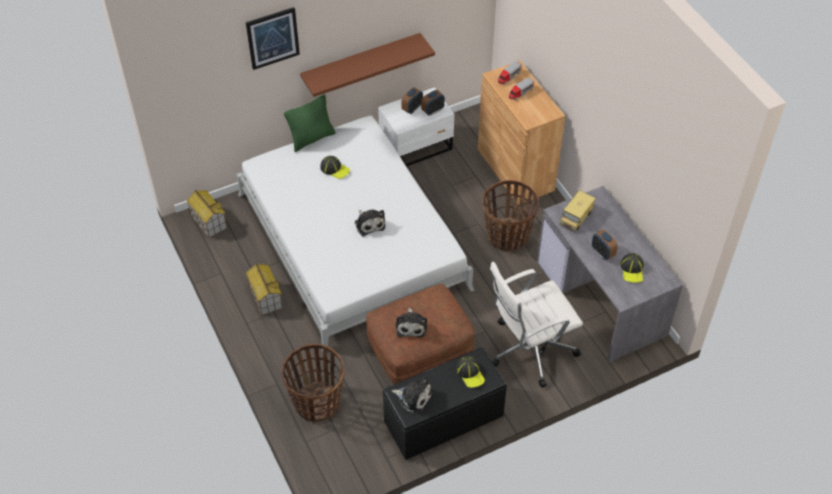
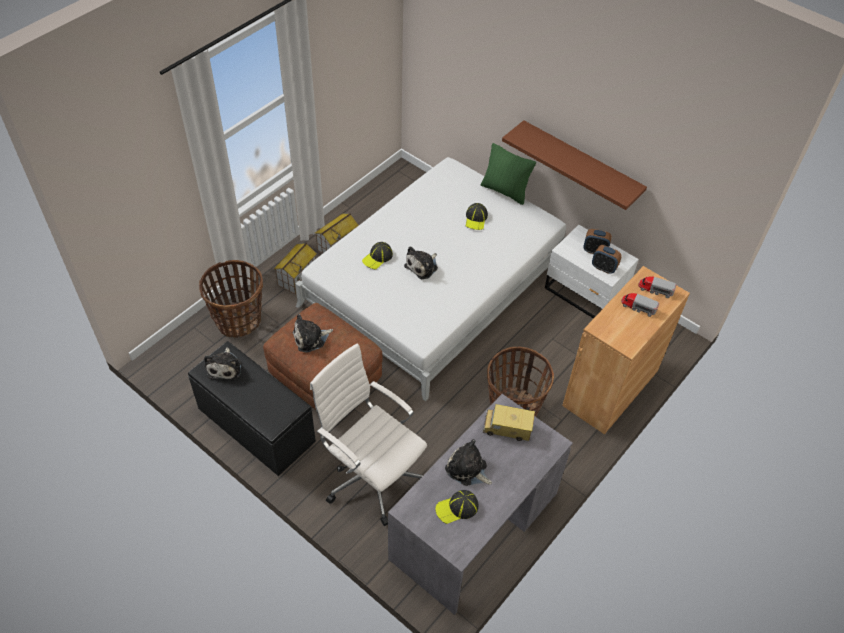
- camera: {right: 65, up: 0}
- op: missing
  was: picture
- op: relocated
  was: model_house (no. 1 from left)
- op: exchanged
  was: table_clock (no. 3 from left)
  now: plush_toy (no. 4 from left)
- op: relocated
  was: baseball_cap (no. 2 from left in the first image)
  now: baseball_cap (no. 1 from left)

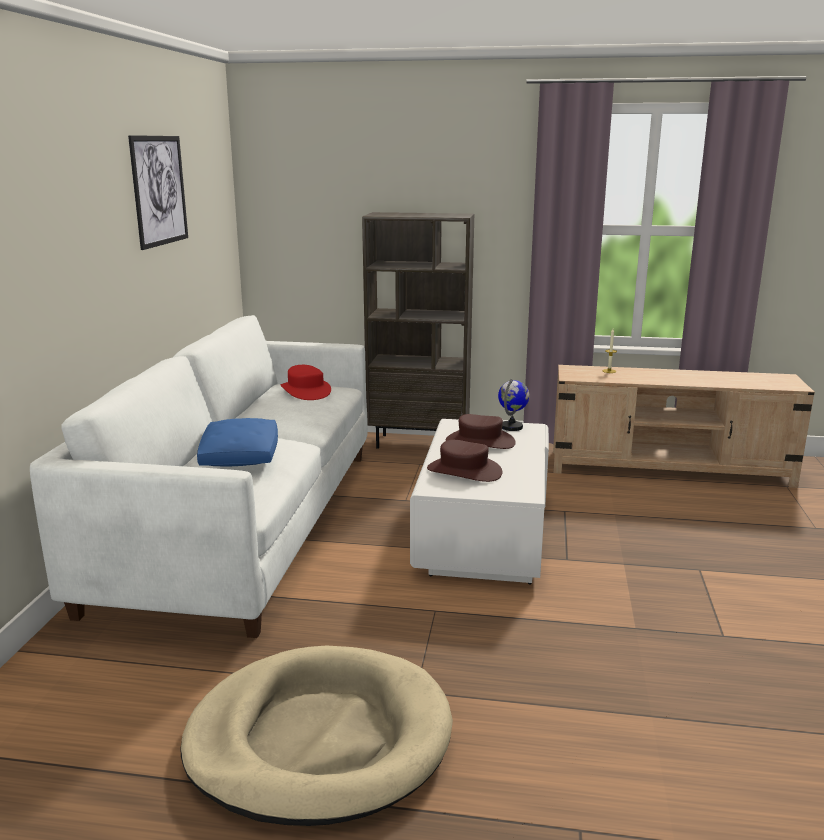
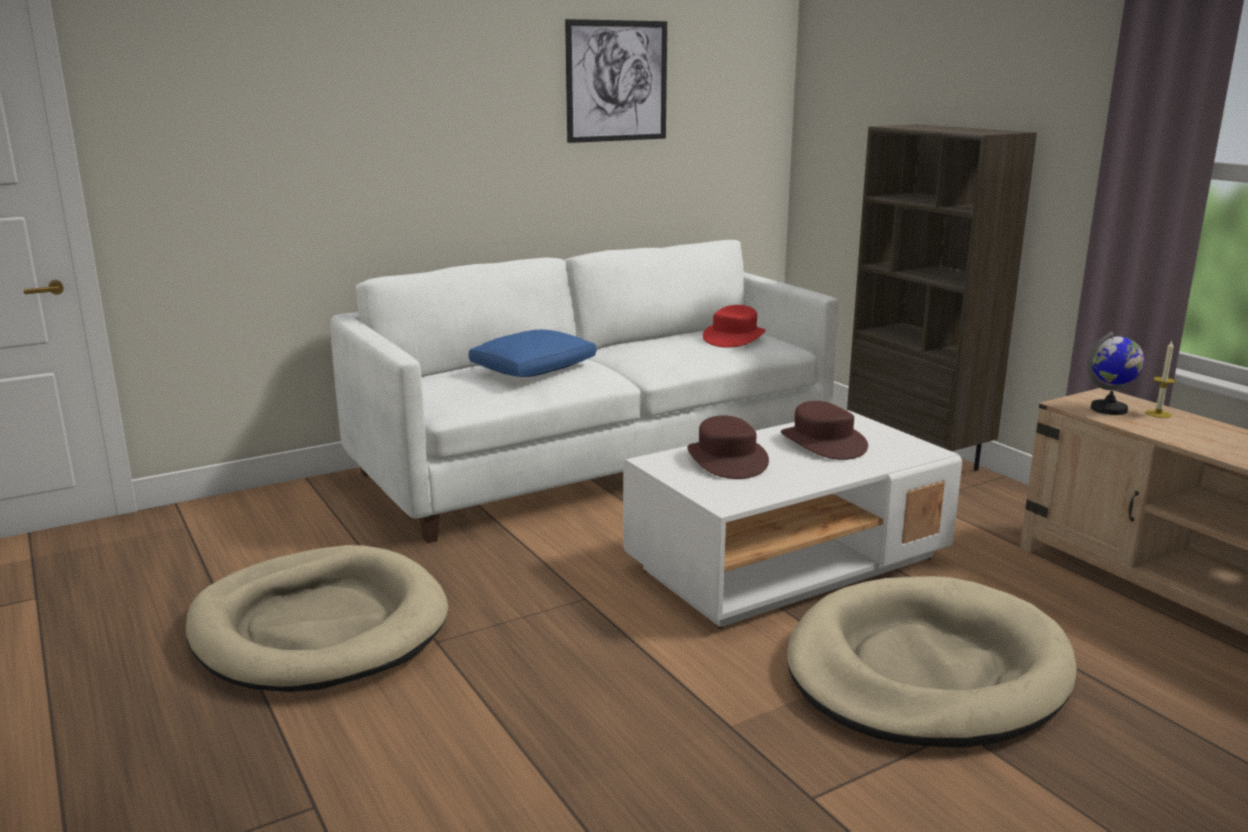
- camera: {right: 50, up: 0}
- op: relocated
  was: desk_globe
- op: appeared
  now: beige_pet_bed (no. 2 from left)

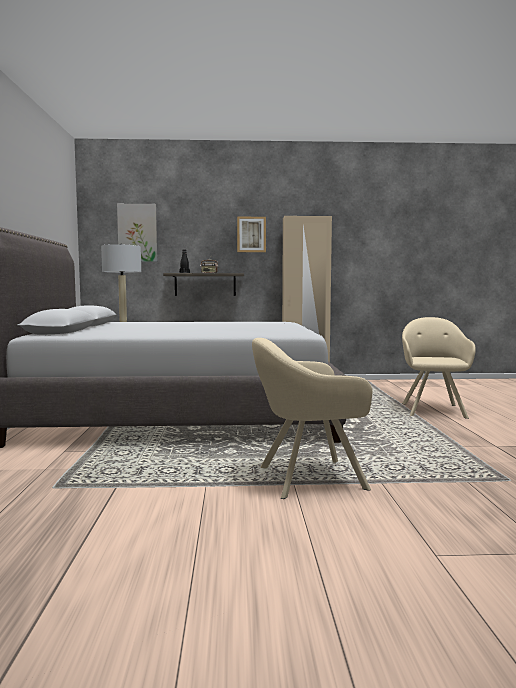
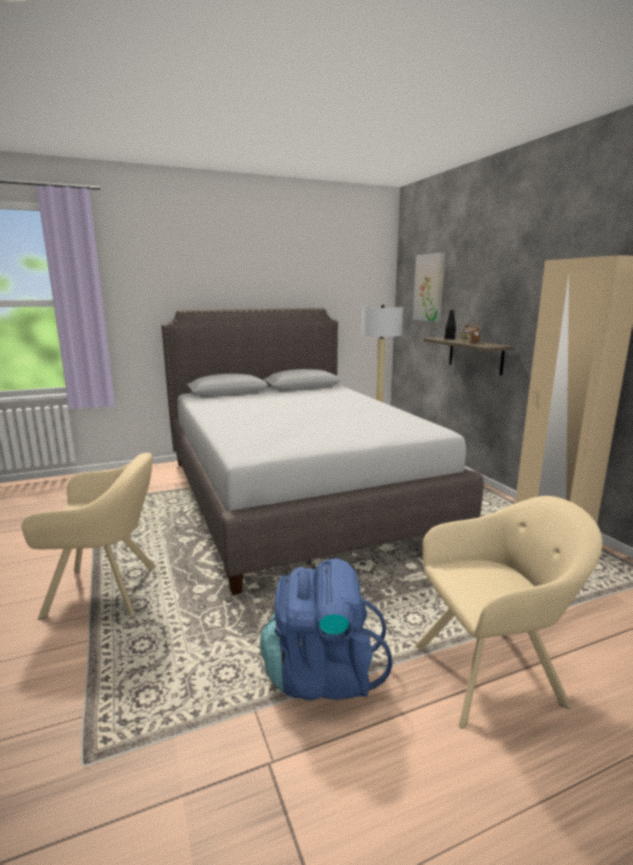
- camera: {right: 70, up: 10}
- op: missing
  was: picture (no. 2 from left)
- op: spun
  was: beige_easy_chair (no. 1 from left)
  clockwise: 120
- op: appeared
  now: blue_knapsack

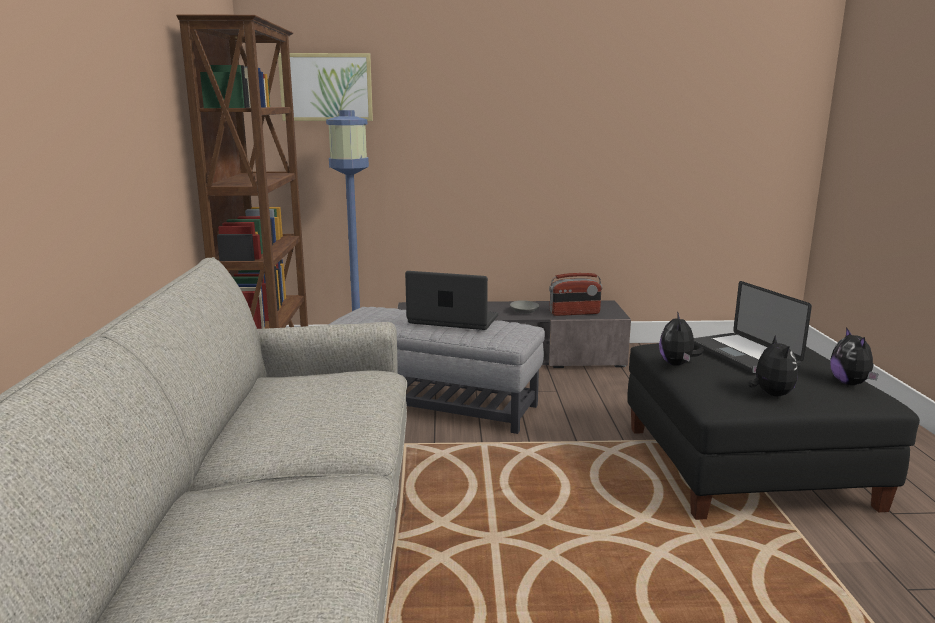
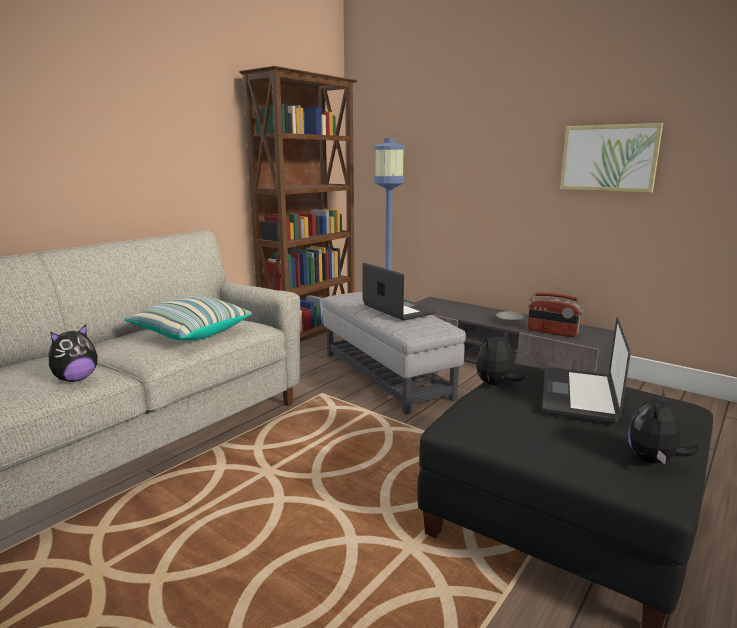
- camera: {right: 40, up: 0}
- op: relocated
  was: picture
- op: relocated
  was: plush_toy (no. 2 from left in the first image)
  now: plush_toy (no. 1 from left)
- op: appeared
  now: cushion

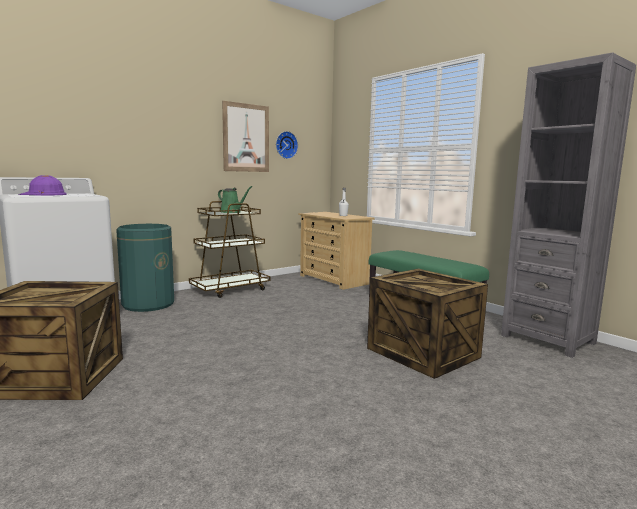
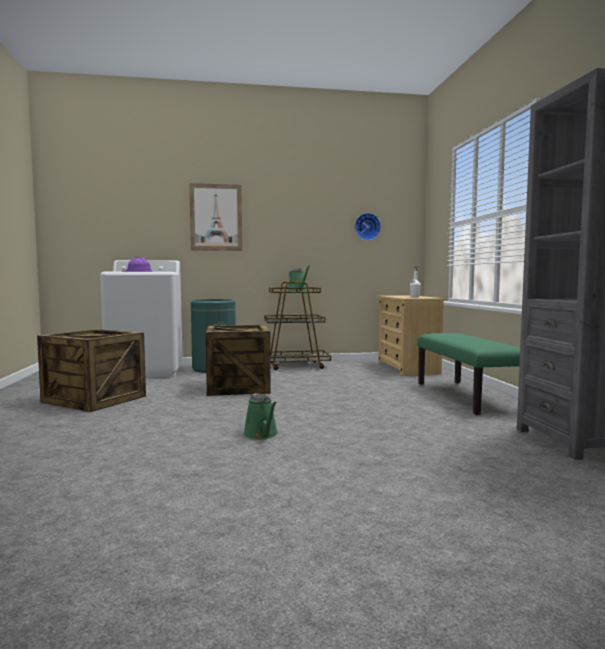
- camera: {right: 30, up: -5}
- op: relocated
  was: picture
- op: relocated
  was: crate (no. 2 from left)
- op: appeared
  now: green_watering_can (no. 1 from left)

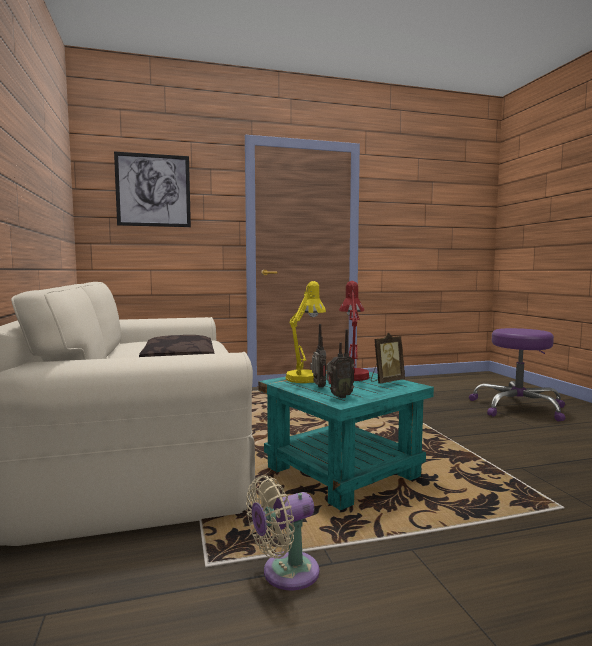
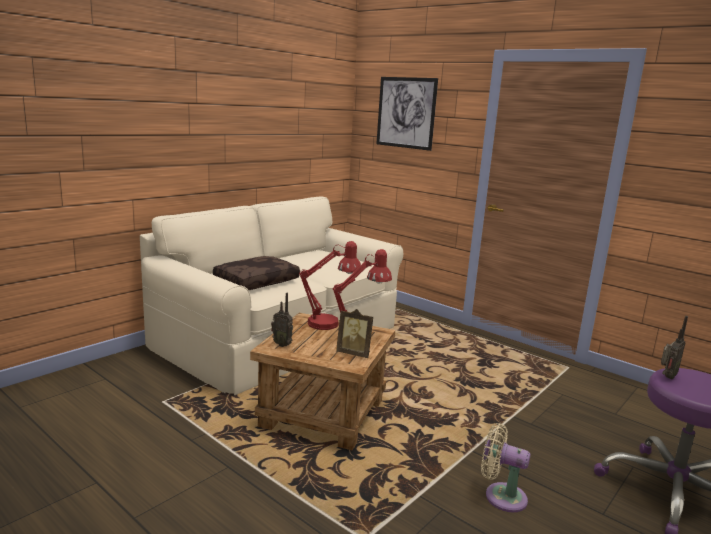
- camera: {right: 55, up: 10}
- op: colour
  was: yellowish_table_lamp
  now: red-coloured_table_lamp (no. 1 from left)
- op: relocated
  was: radio (no. 1 from left in the first image)
  now: radio (no. 2 from left)
- op: colour
  was: turquoise_side_table
  now: brown-coloured_side_table
- op: relocated
  was: beige_fan

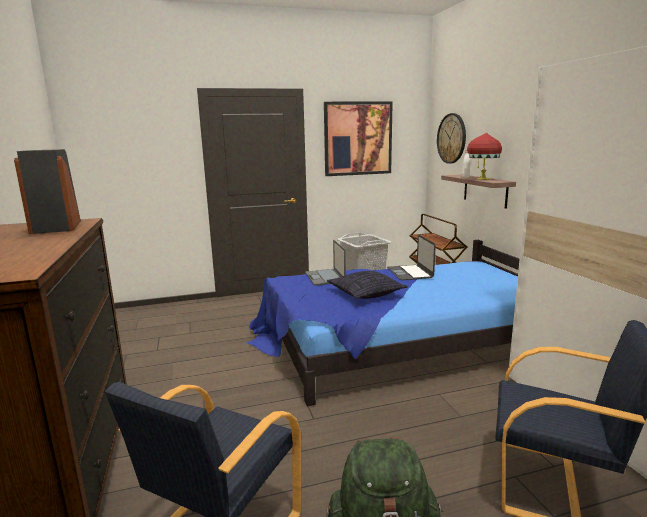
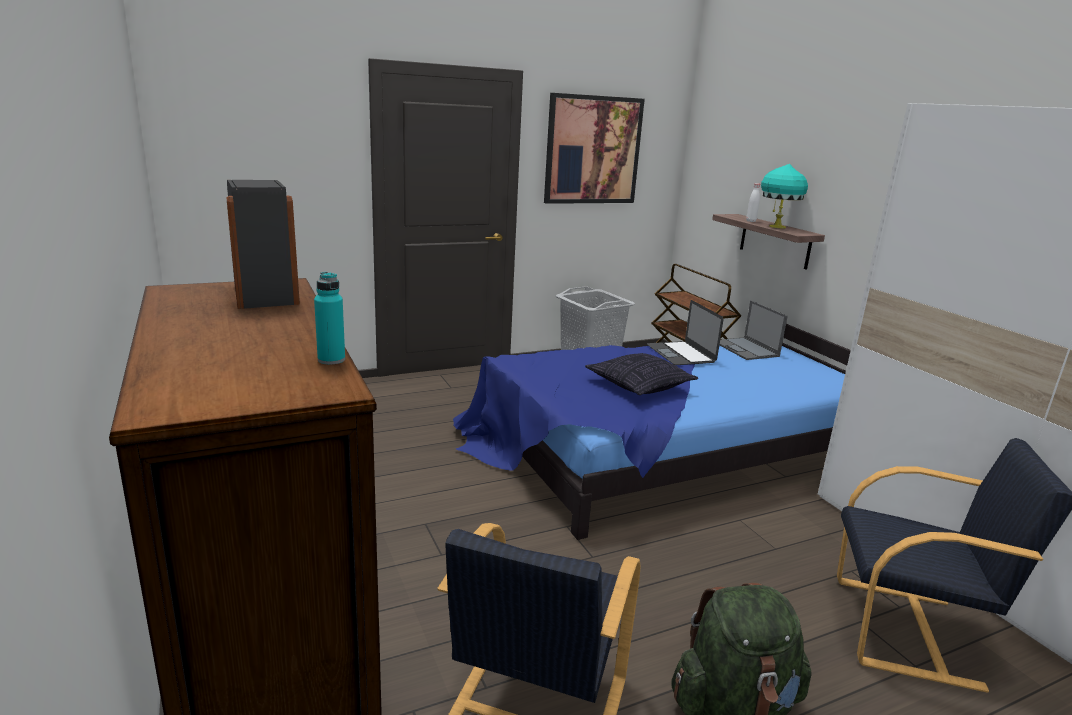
- camera: {right: -10, up: 5}
- op: missing
  was: clock_on_the_wall
- op: colour
  was: red-coloured_table_lamp
  now: turquoise_table_lamp
- op: relocated
  was: laptop (no. 1 from left in the first image)
  now: laptop (no. 2 from left)
- op: appeared
  now: turquoise_bottle

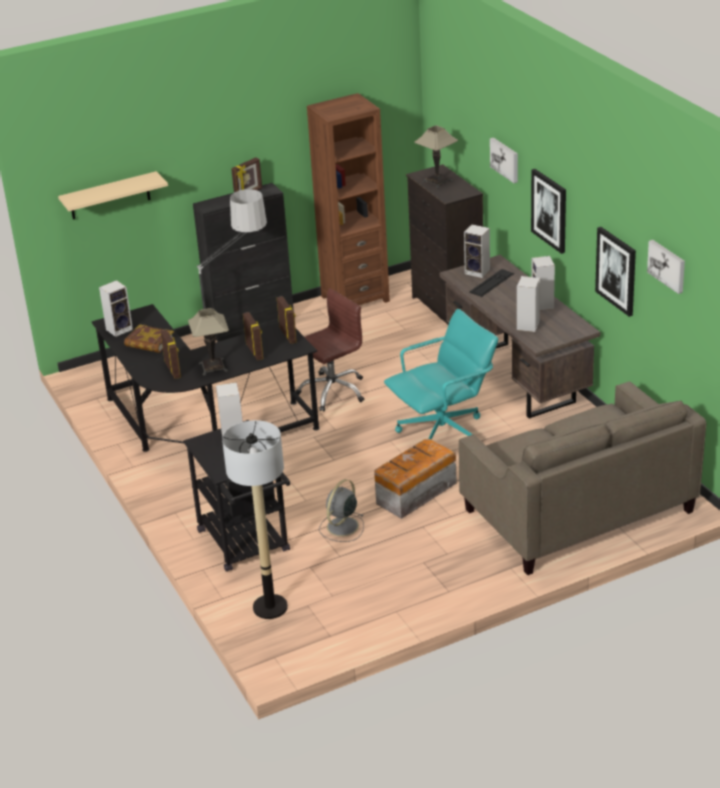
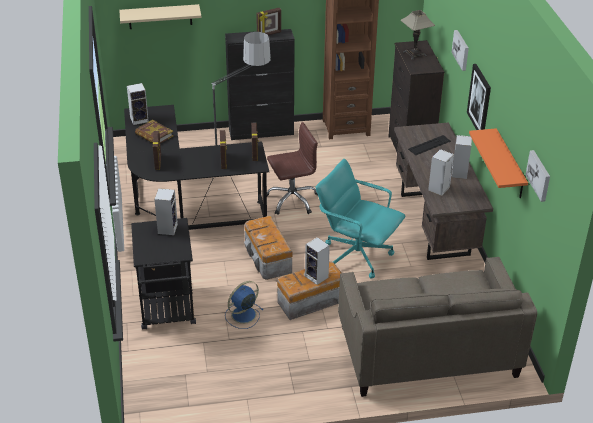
- camera: {right: 15, up: 5}
- op: relocated
  was: loudspeaker (no. 3 from left)
- op: exchanged
  was: picture (no. 3 from left)
  now: orangey_shelf
- op: missing
  was: table_lamp (no. 1 from left)
- op: spun
  was: turquoise_desk_chair
  clockwise: -135
- op: missing
  was: floor_lamp (no. 2 from left)
- op: colour
  was: greyish_fan
  now: blue_fan
- op: appeared
  now: storage_container (no. 1 from left)

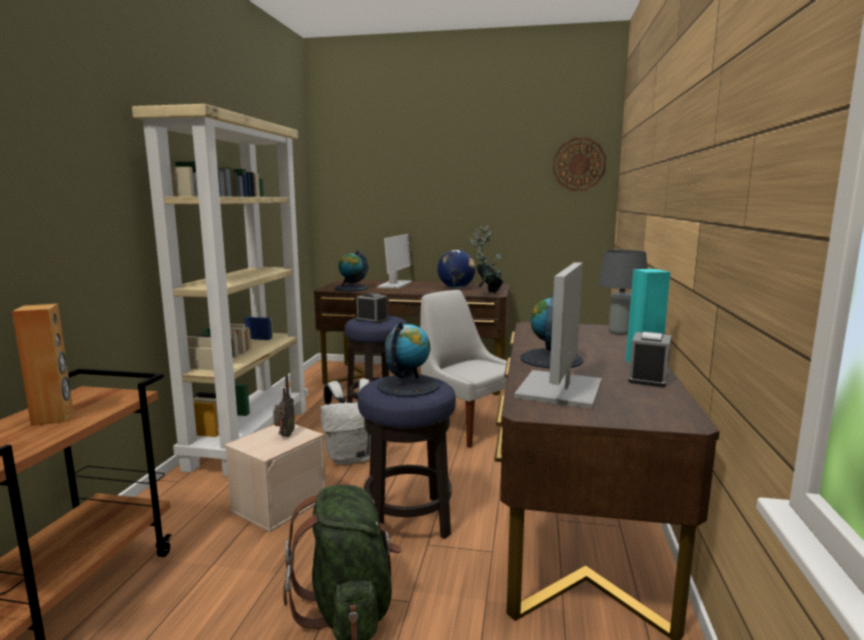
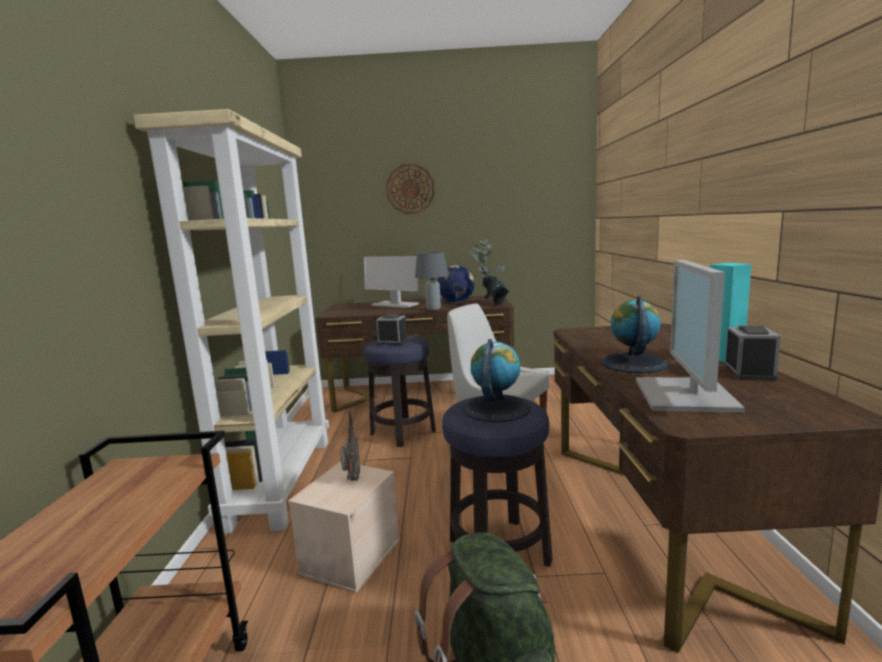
- camera: {right: -10, up: 0}
- op: relocated
  was: clock_on_the_wall
- op: spun
  was: monitor (no. 1 from left)
  clockwise: 120
- op: missing
  was: desk_globe (no. 1 from left)
- op: relocated
  was: greyish_table_lamp
- op: missing
  was: brown-coloured_loudspeaker
- op: missing
  was: whitish_knapsack

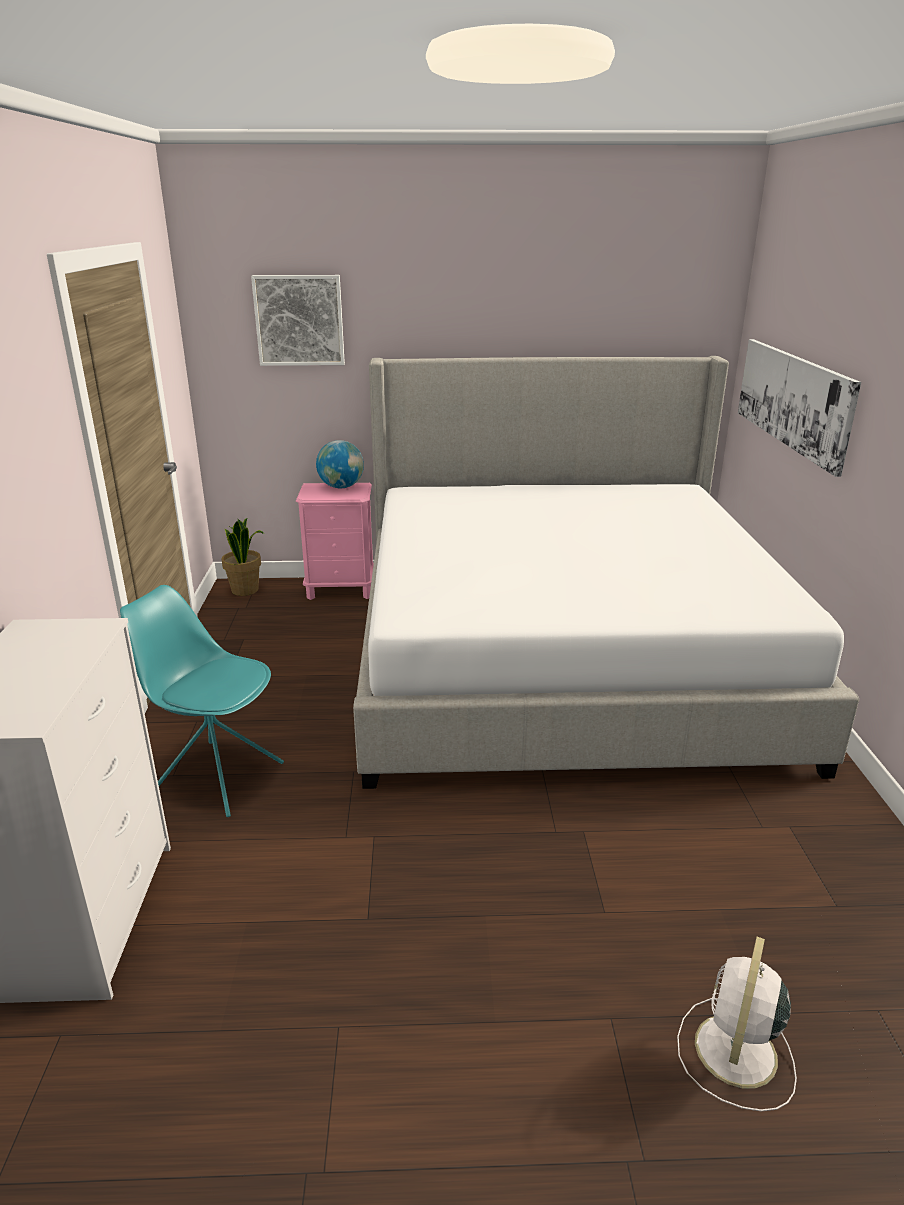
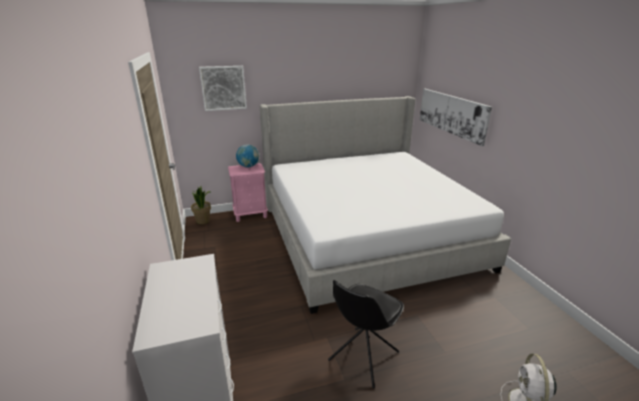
- camera: {right: -15, up: 0}
- op: missing
  was: turquoise_chair
- op: appeared
  now: blackish_chair

